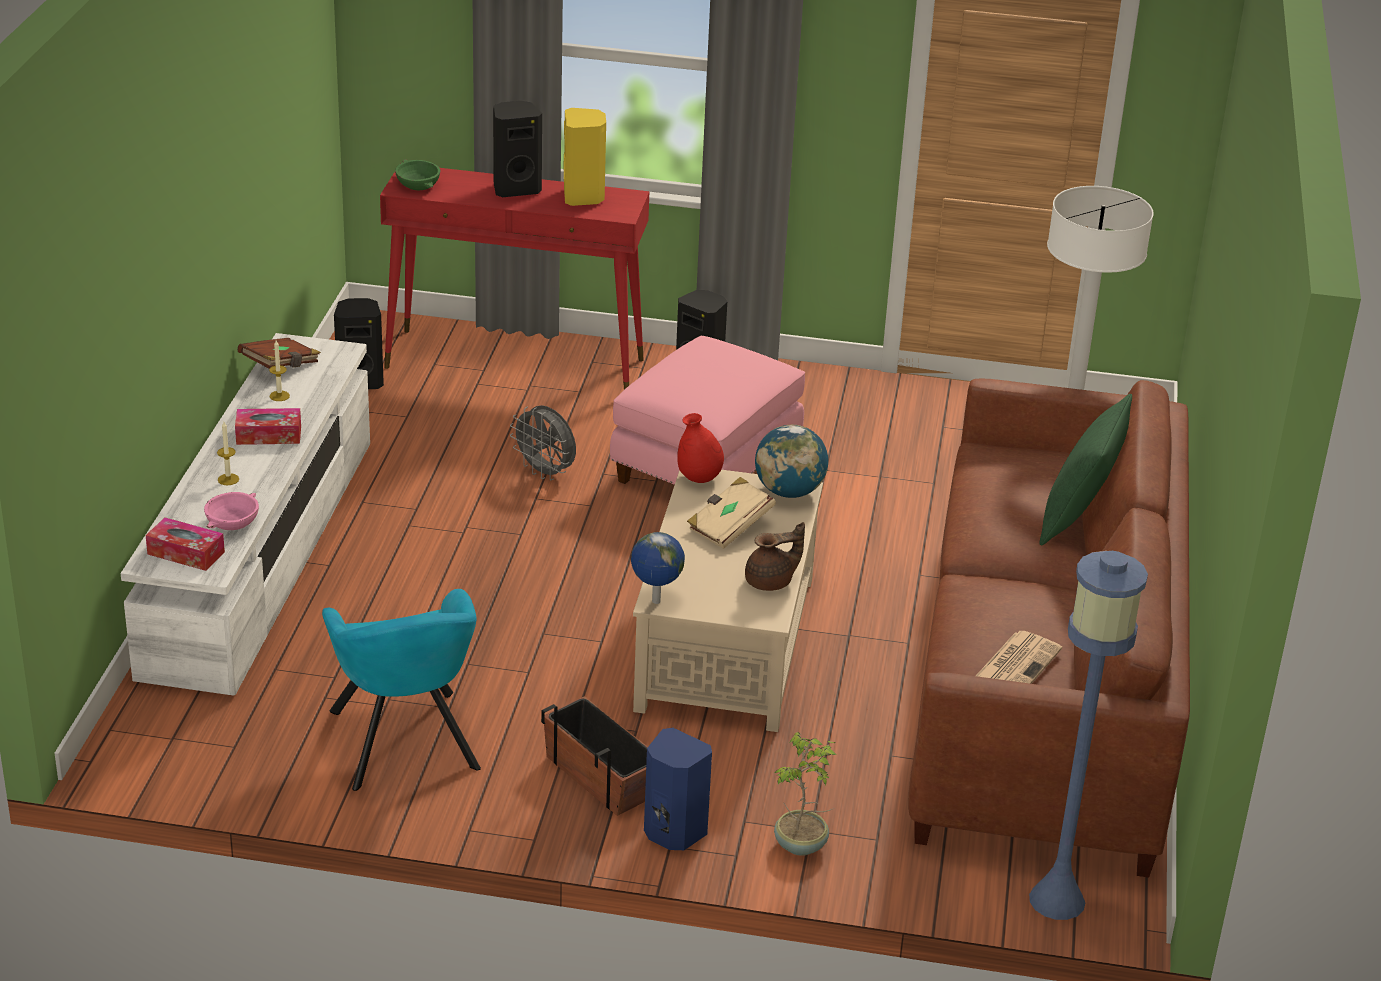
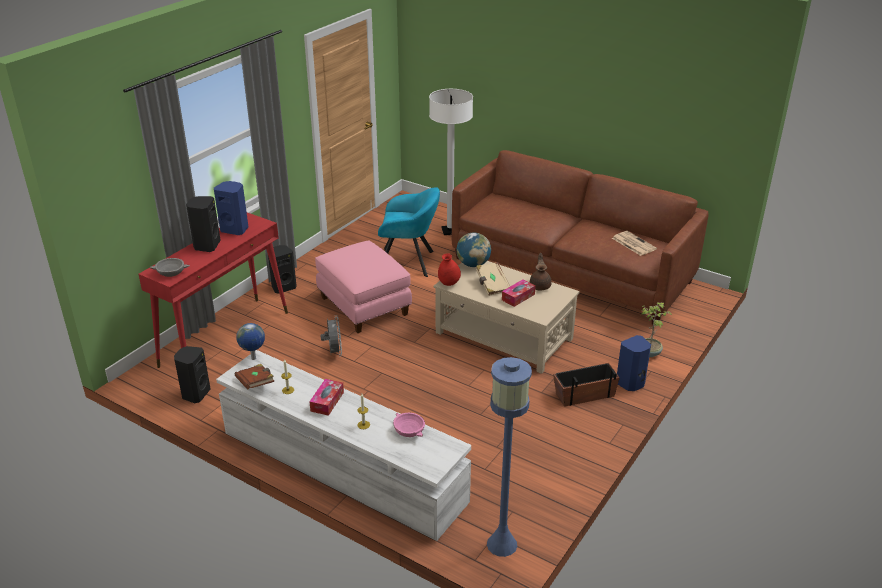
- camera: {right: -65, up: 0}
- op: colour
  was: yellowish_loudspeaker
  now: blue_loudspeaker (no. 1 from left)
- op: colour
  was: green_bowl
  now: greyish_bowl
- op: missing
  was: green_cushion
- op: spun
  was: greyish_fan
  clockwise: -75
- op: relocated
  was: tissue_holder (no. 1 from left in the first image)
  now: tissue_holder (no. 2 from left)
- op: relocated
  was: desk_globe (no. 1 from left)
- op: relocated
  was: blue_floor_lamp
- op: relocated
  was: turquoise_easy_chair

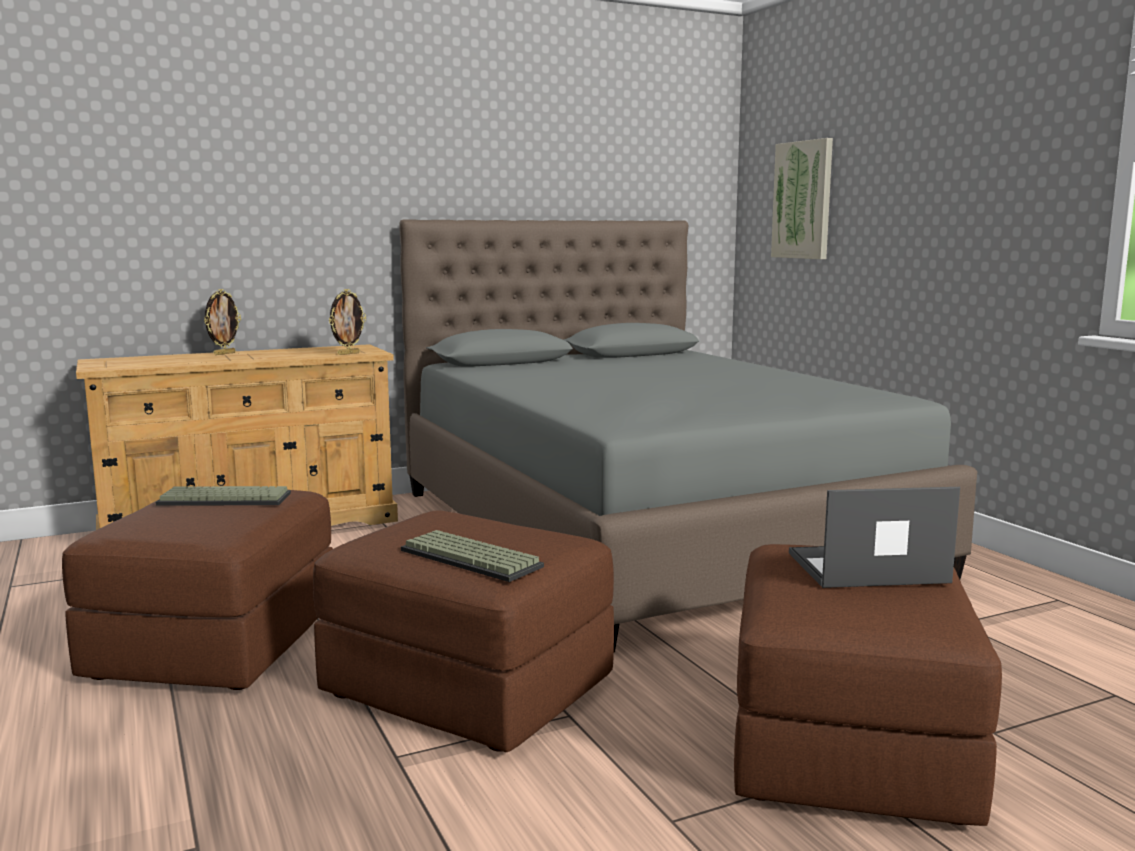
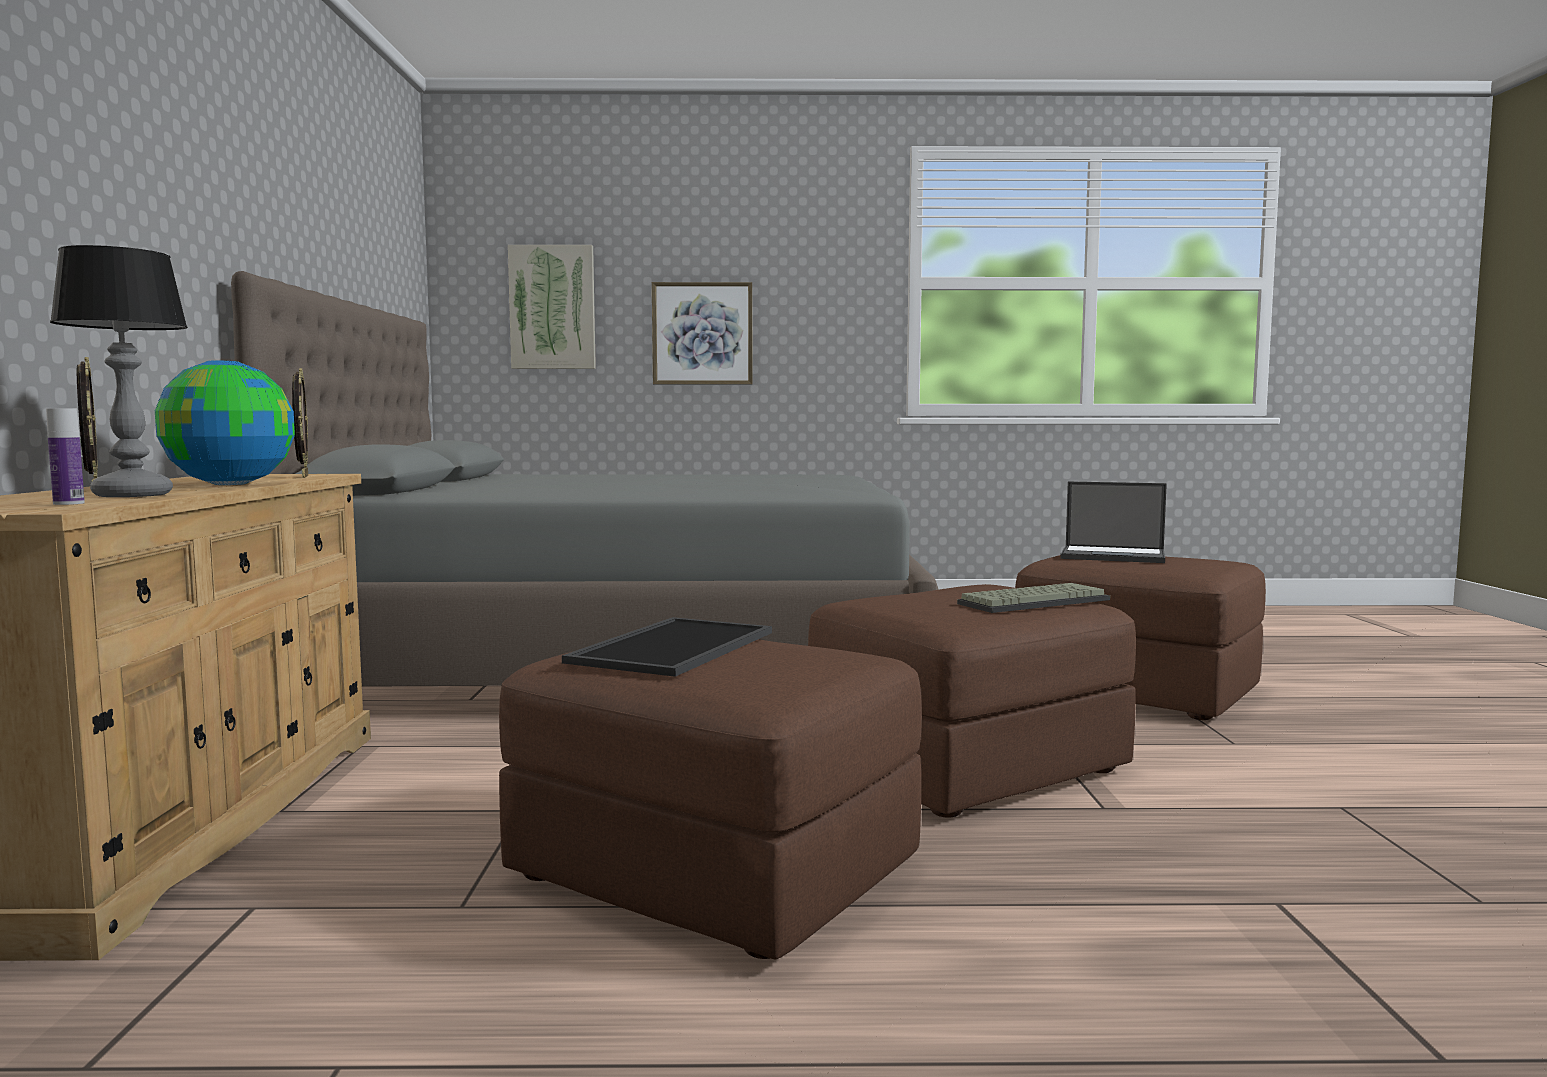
- camera: {right: -65, up: -5}
- op: exchanged
  was: keyboard (no. 1 from left)
  now: tray
- op: spun
  was: laptop
  clockwise: -90
- op: appeared
  now: table_lamp
- op: appeared
  now: picture (no. 2 from left)
- op: appeared
  now: desk_globe
- op: appeared
  now: bottle

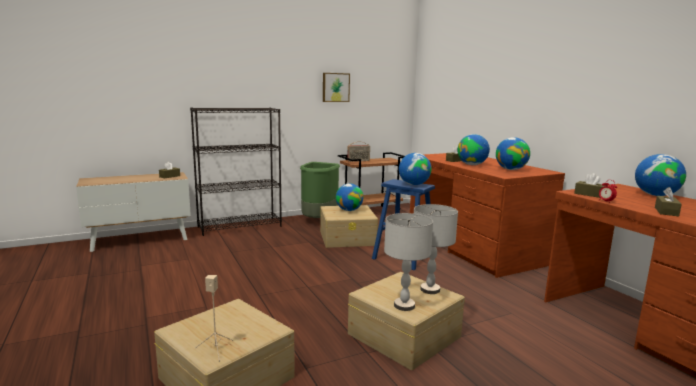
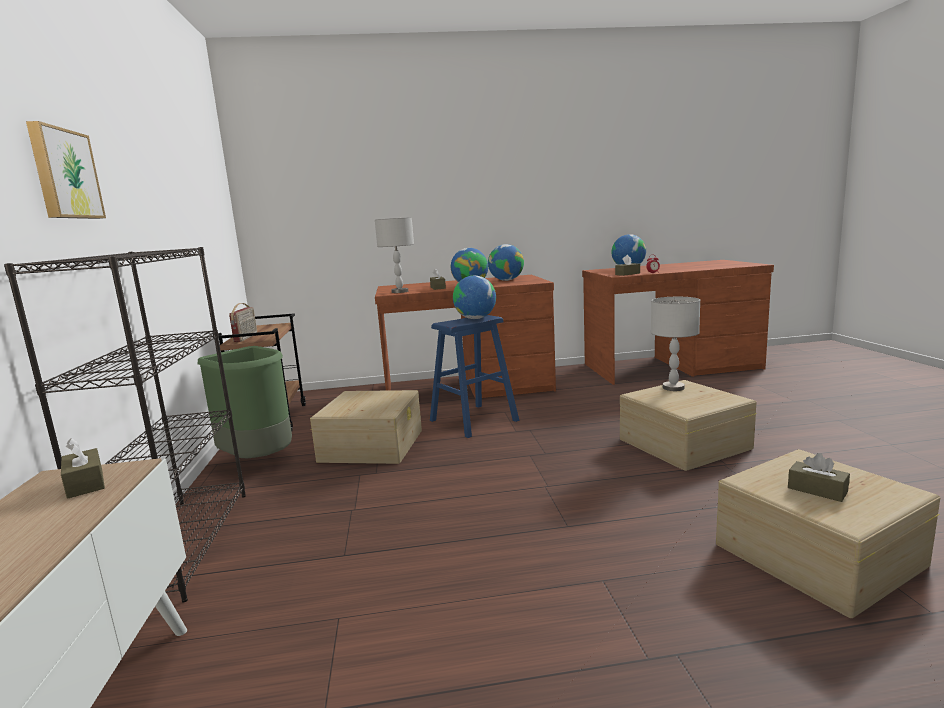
- camera: {right: -70, up: 0}
- op: relocated
  was: picture
- op: missing
  was: desk_globe (no. 1 from left)
- op: relocated
  was: brown-coloured_tissue_holder (no. 4 from left)
- op: relocated
  was: greyish_table_lamp (no. 1 from left)
- op: missing
  was: beige_loudspeaker

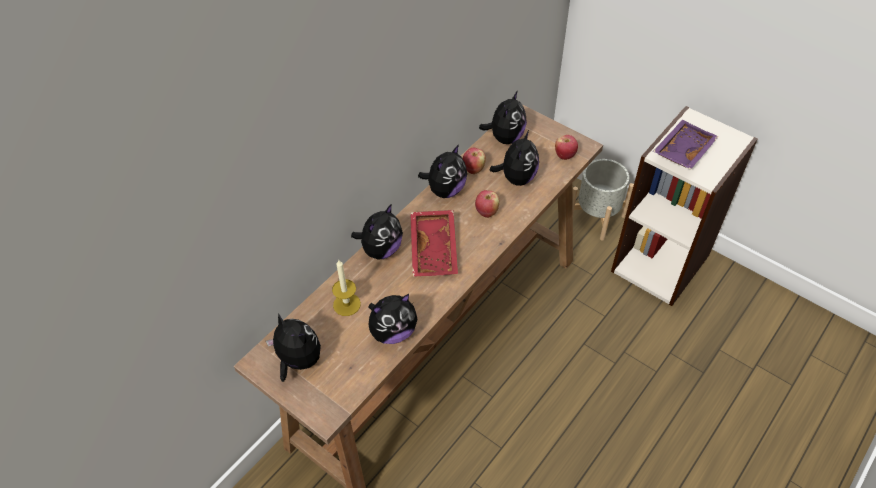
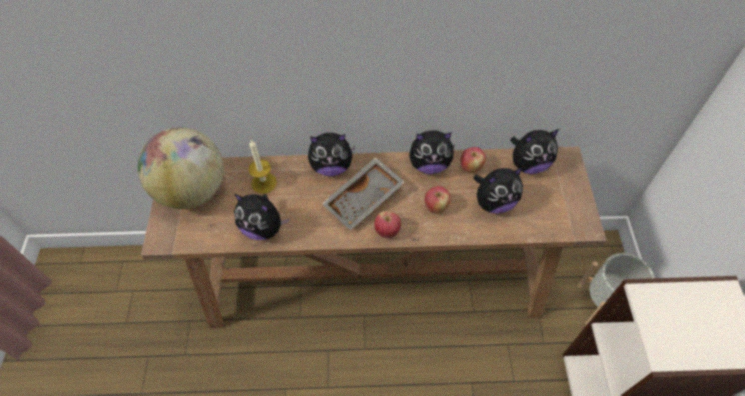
- camera: {right: 50, up: 5}
- op: missing
  was: purplish_tray
- op: relocated
  was: whole_apple (no. 3 from left in the first image)
  now: whole_apple (no. 1 from left)
- op: colour
  was: red-coloured_tray
  now: greyish_tray
- op: exchanged
  was: plush_toy (no. 1 from left)
  now: desk_globe

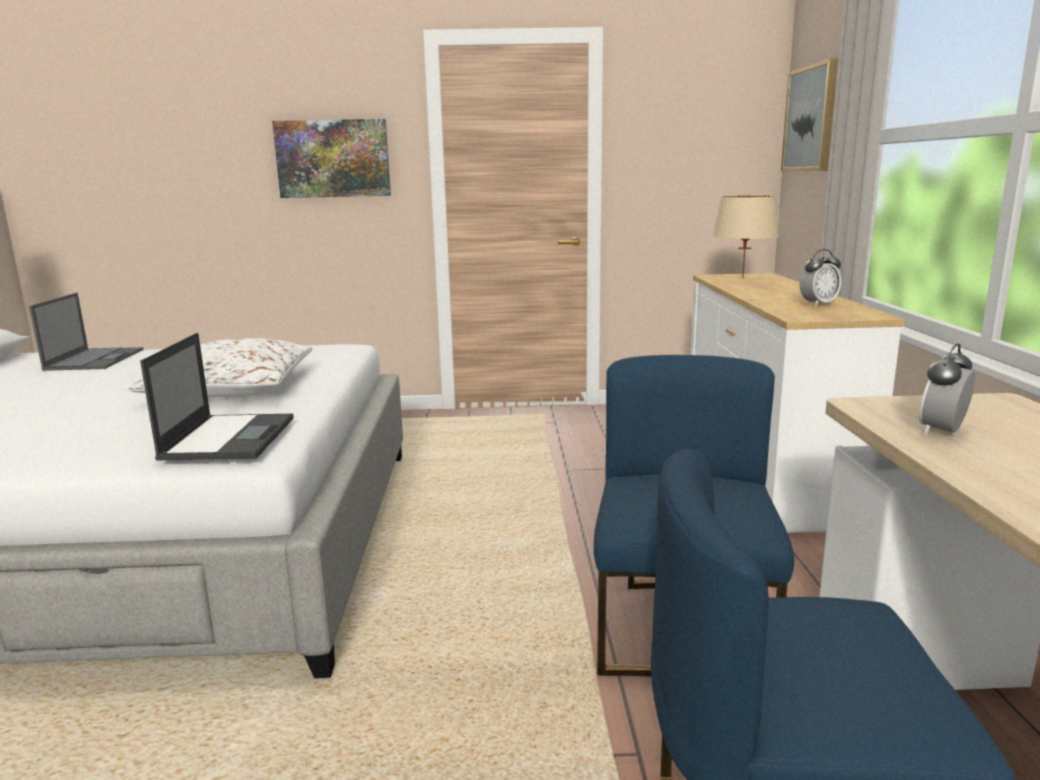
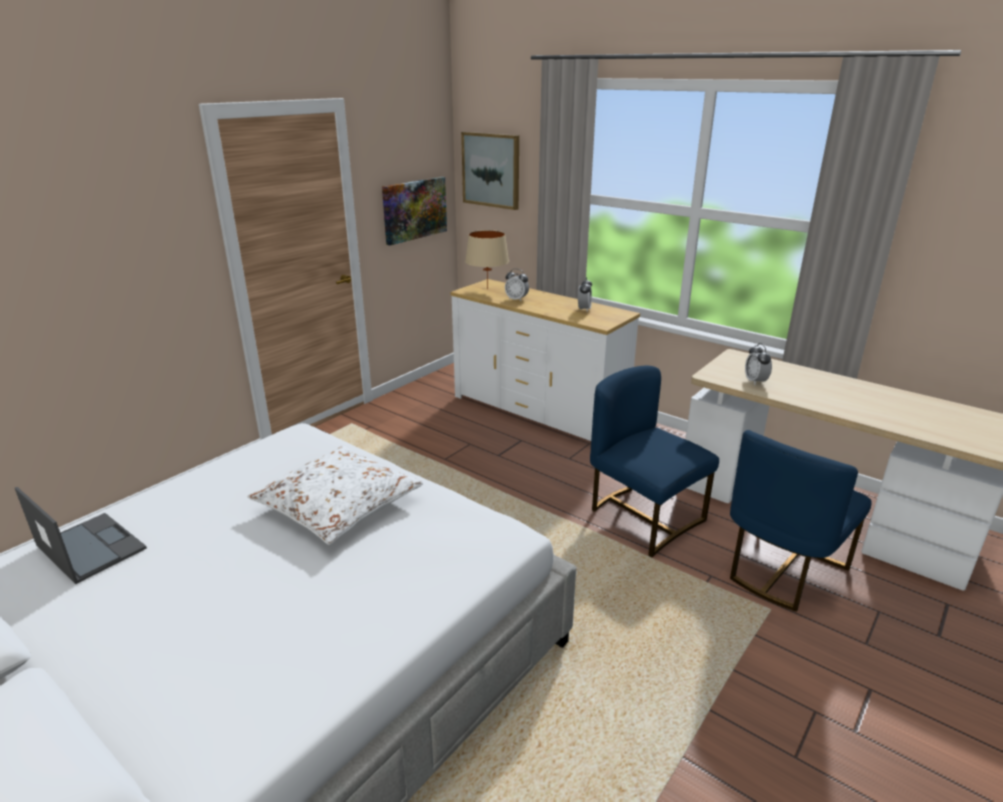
- camera: {right: -50, up: 10}
- op: relocated
  was: picture (no. 1 from left)
- op: missing
  was: laptop (no. 2 from left)
- op: appeared
  now: table_clock (no. 1 from left)

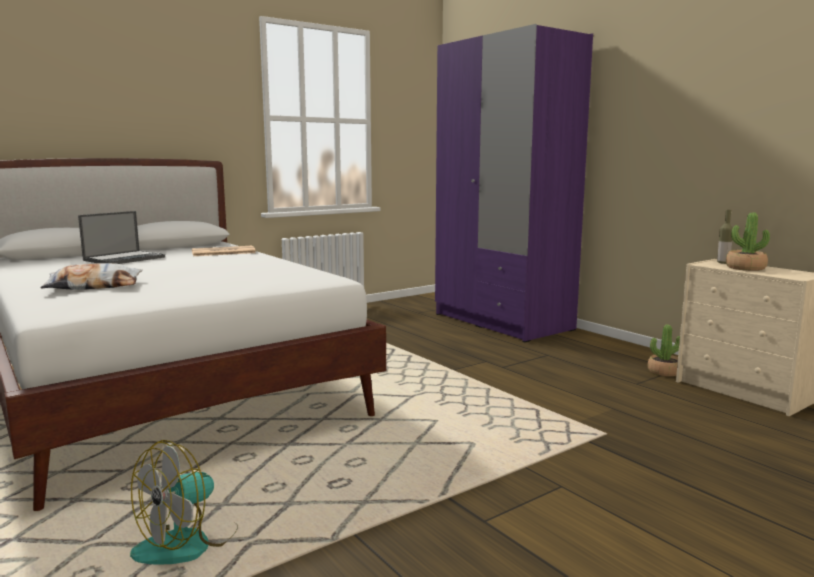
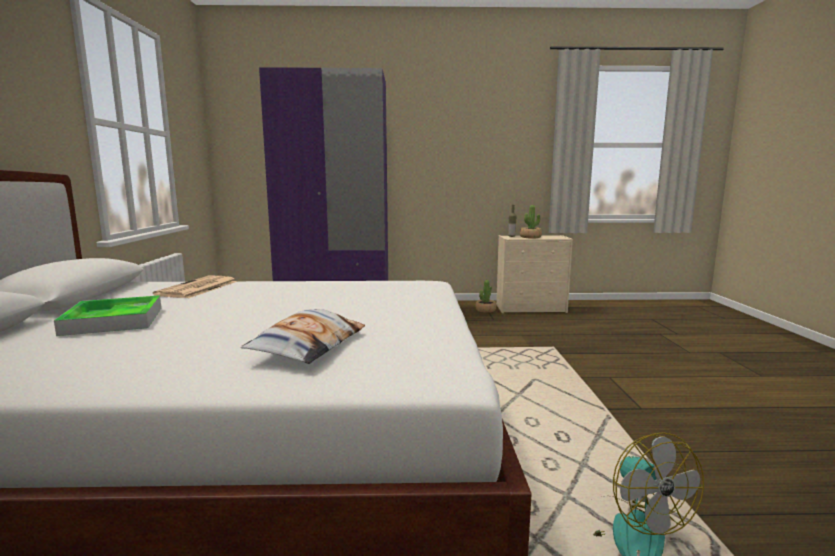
- camera: {right: -55, up: 0}
- op: exchanged
  was: laptop
  now: tray

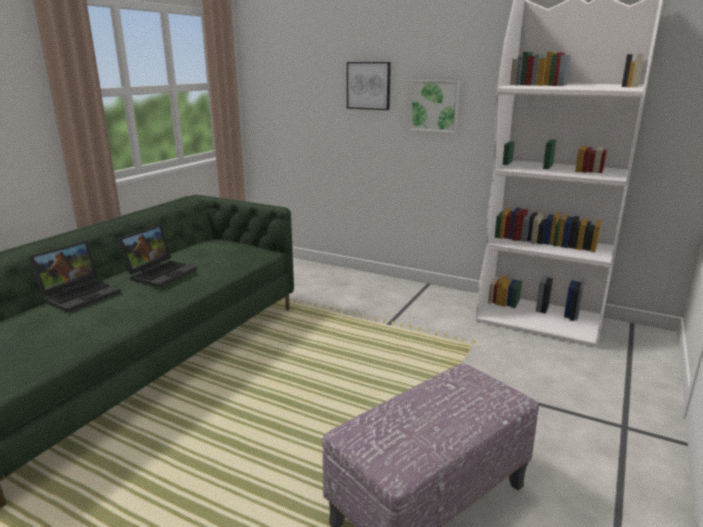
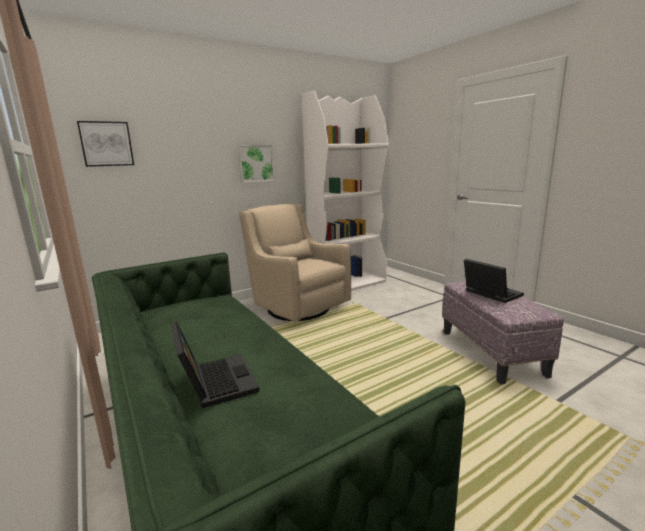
- camera: {right: -60, up: -5}
- op: relocated
  was: picture (no. 1 from left)
- op: relocated
  was: laptop (no. 2 from left)
- op: appeared
  now: beige_easy_chair

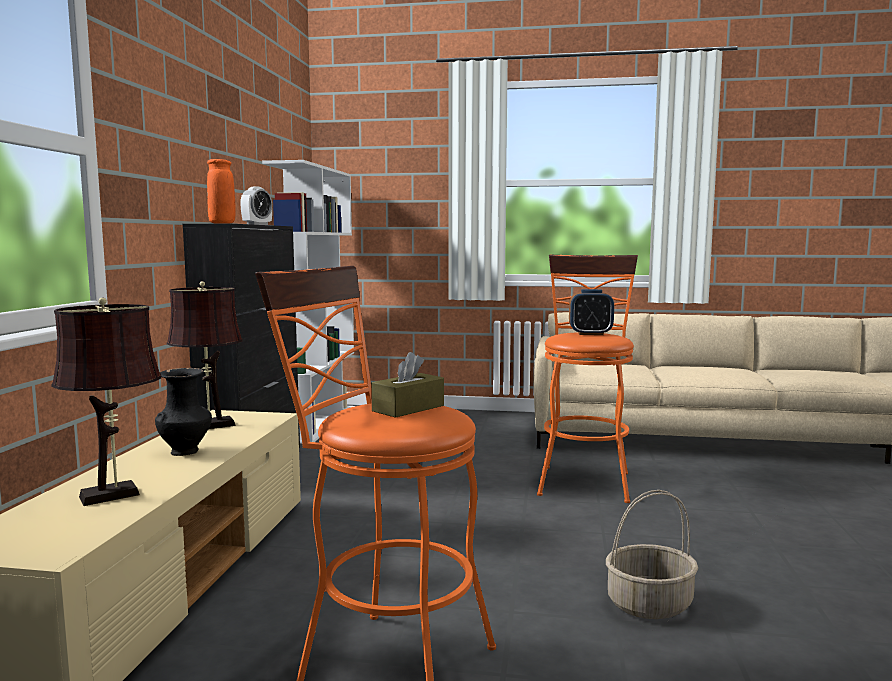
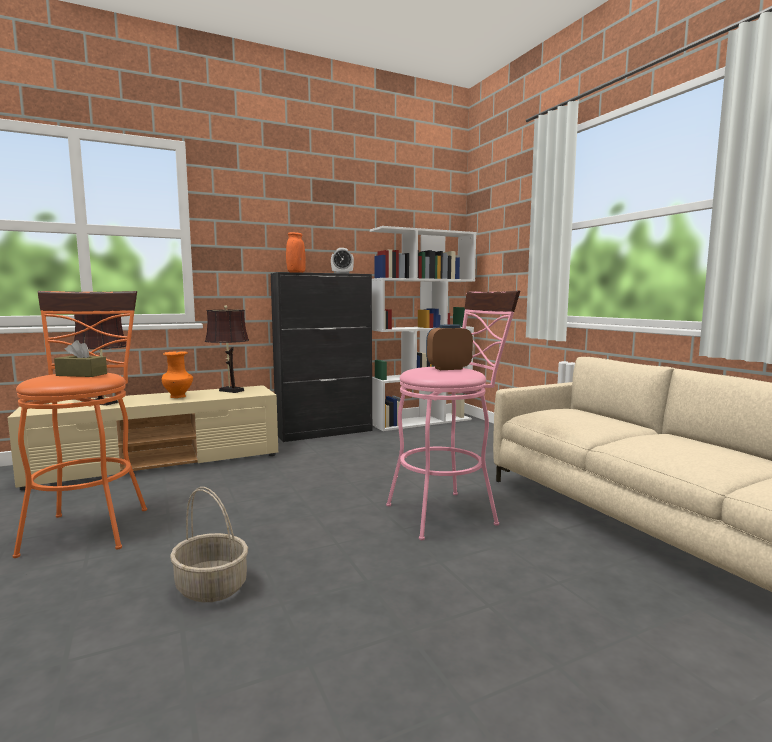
- camera: {right: 55, up: 0}
- op: colour
  was: orangey_stool_seat (no. 2 from left)
  now: pink-coloured_stool_seat
- op: spun
  was: table_clock (no. 2 from left)
  clockwise: 105
- op: colour
  was: blackish_vase
  now: orangey_vase (no. 1 from left)

